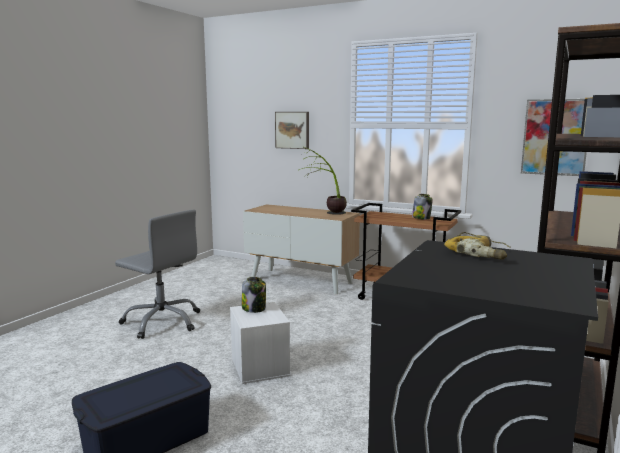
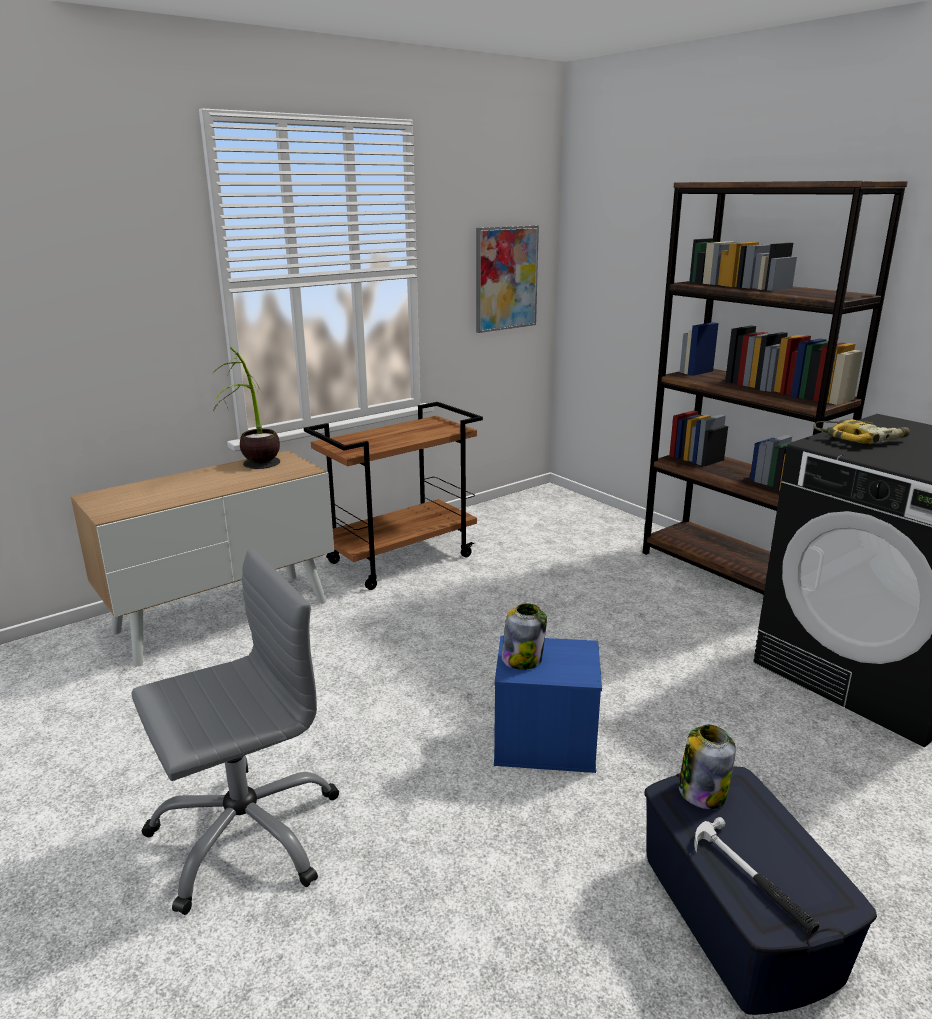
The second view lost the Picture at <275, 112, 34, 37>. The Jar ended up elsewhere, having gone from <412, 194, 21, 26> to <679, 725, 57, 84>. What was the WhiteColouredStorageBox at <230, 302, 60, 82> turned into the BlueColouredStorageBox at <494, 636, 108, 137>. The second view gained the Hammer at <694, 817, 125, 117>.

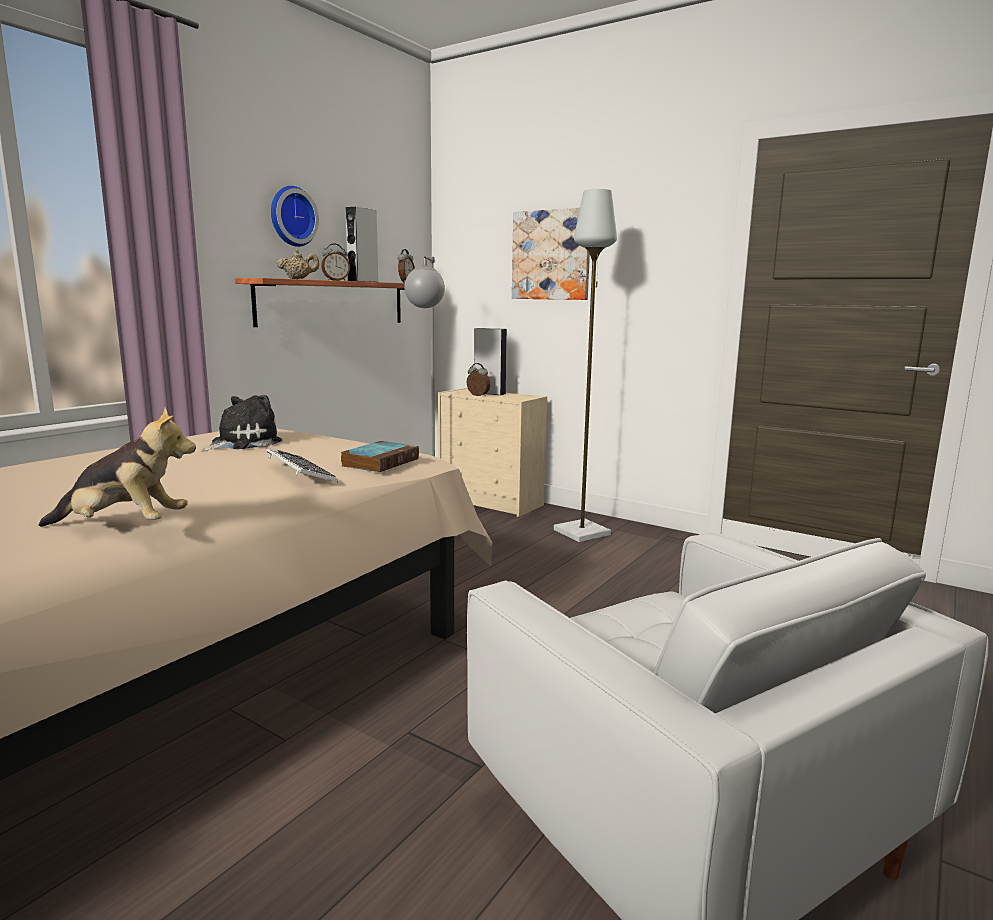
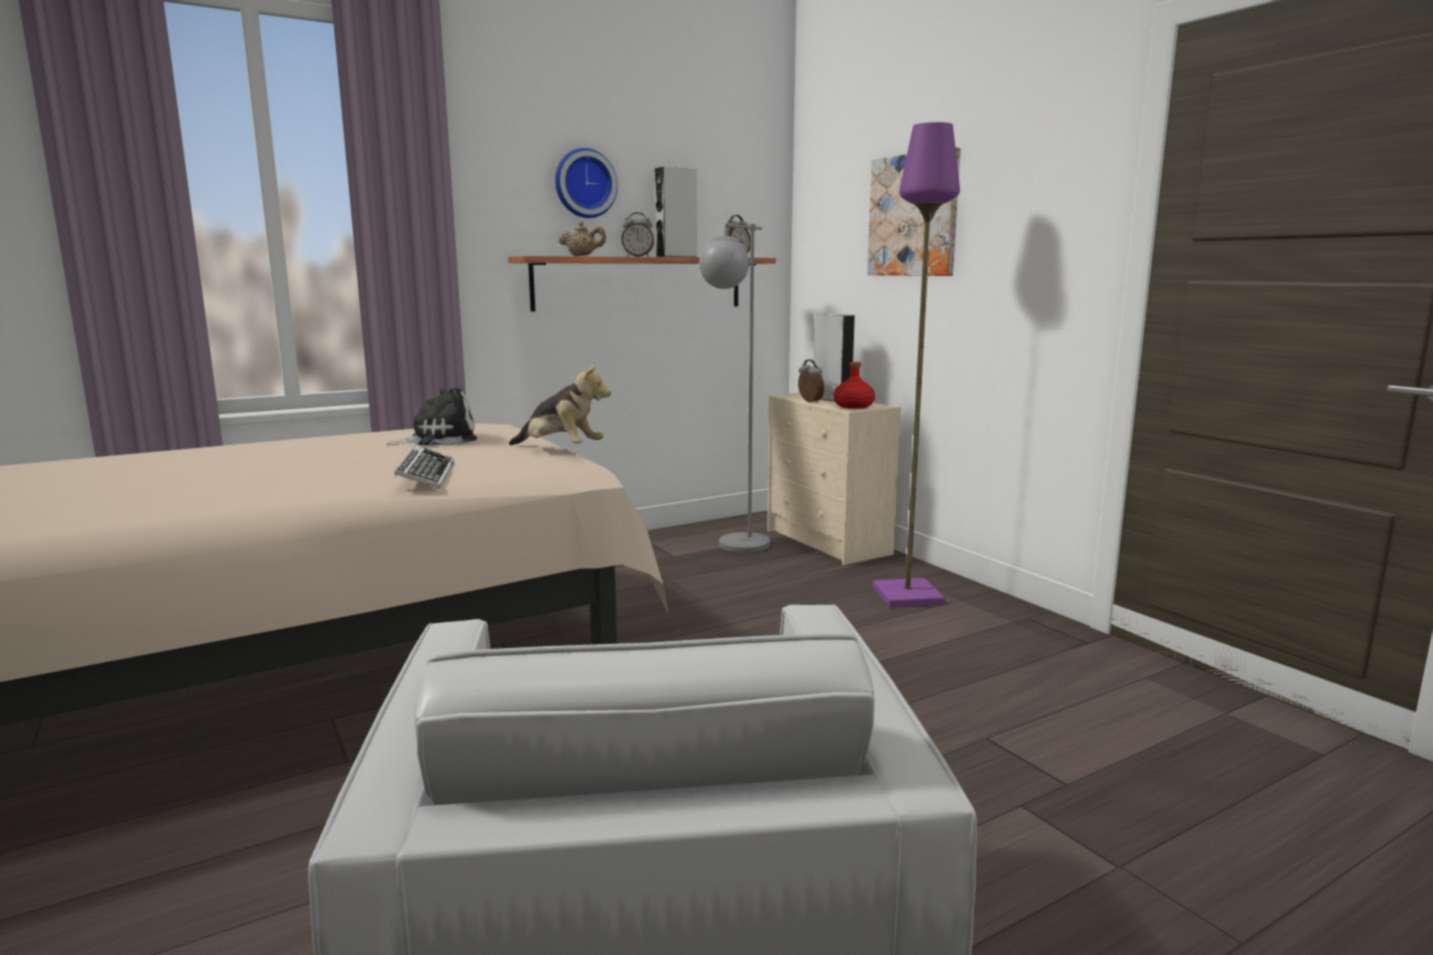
What was the GreyFloorLamp at <554, 189, 63, 353> turned into the PurpleColouredFloorLamp at <872, 122, 88, 486>. The CuddlyToy ended up elsewhere, having gone from <39, 407, 157, 120> to <509, 362, 102, 83>. The second view lost the Volume at <340, 441, 79, 31>. The second view gained the RedColouredBottle at <833, 362, 42, 47>.

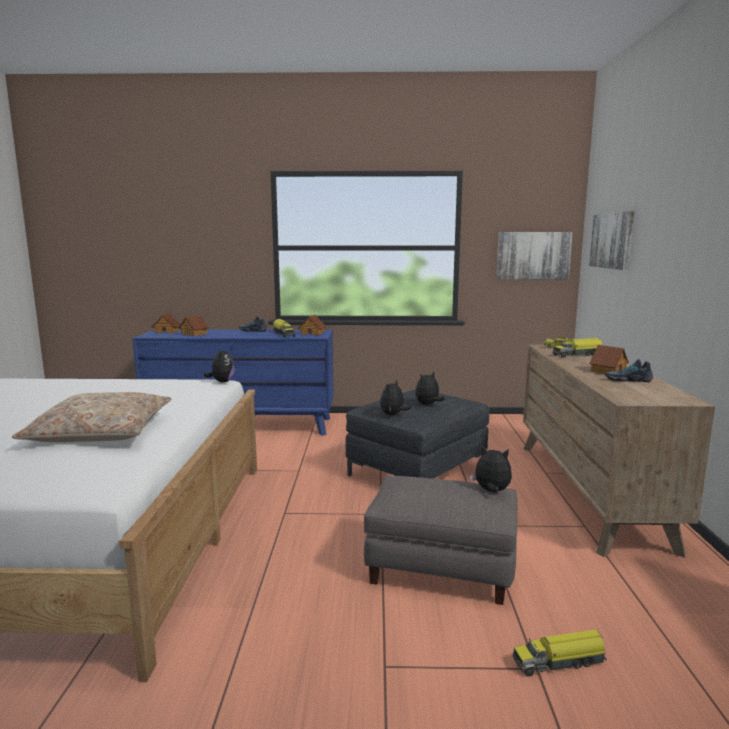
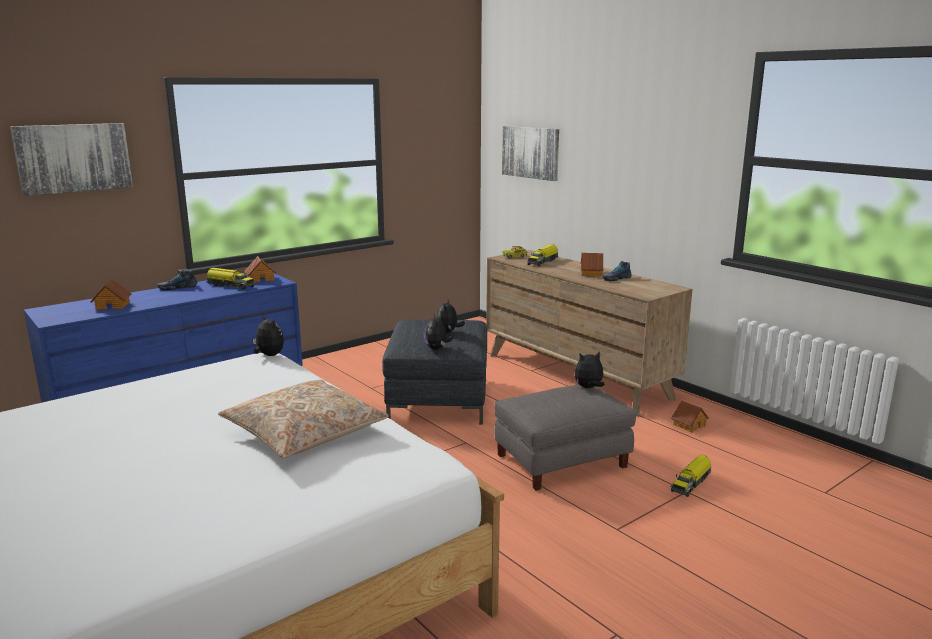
The Picture ended up elsewhere, having gone from <496, 232, 77, 47> to <10, 123, 123, 73>. The ToyHouse ended up elsewhere, having gone from <152, 313, 29, 20> to <671, 400, 38, 33>.

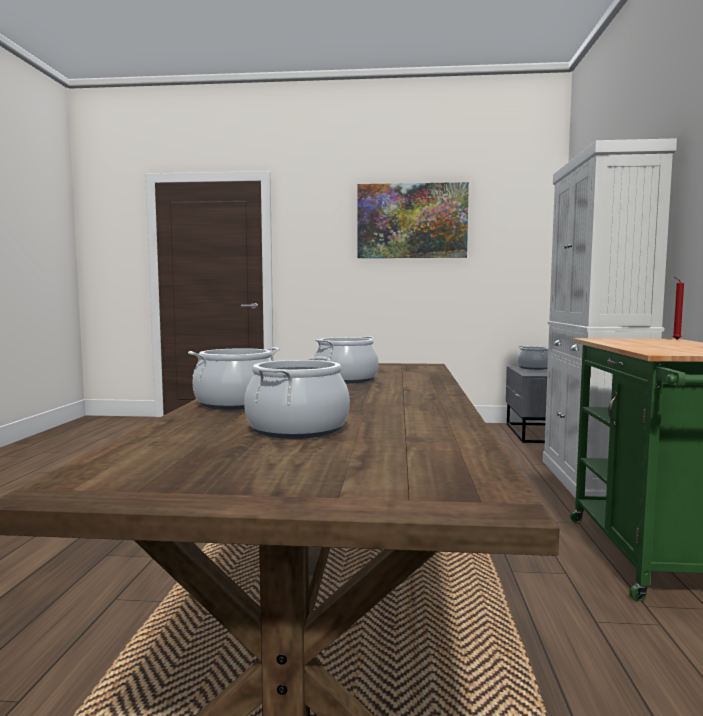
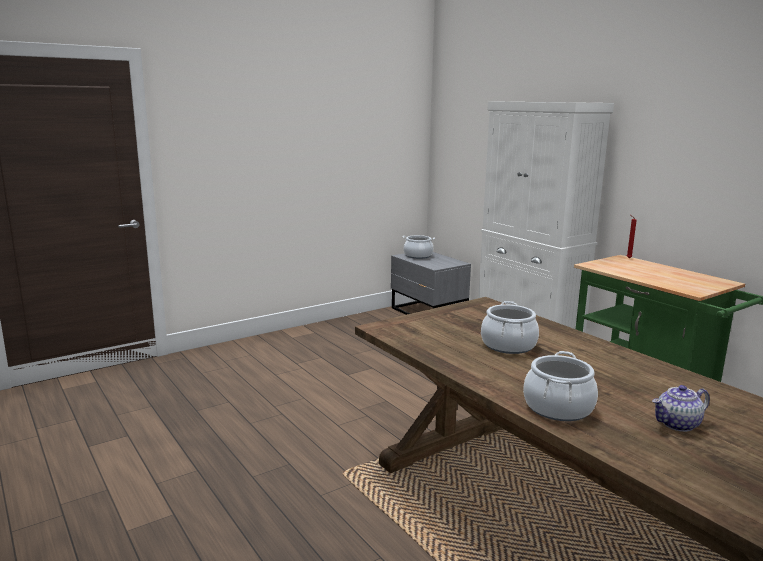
The second view lost the Picture at <357, 182, 112, 76>. Where the Saucepot stood at <244, 357, 106, 82>, the PotForTea came to stand at <652, 385, 58, 47>.

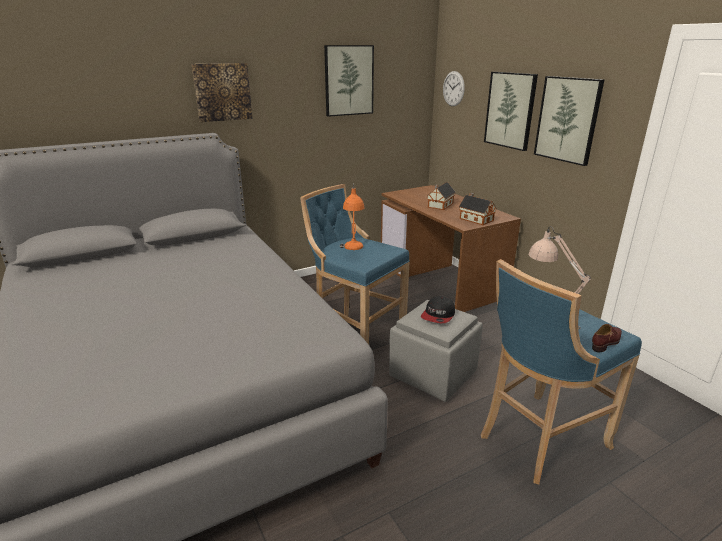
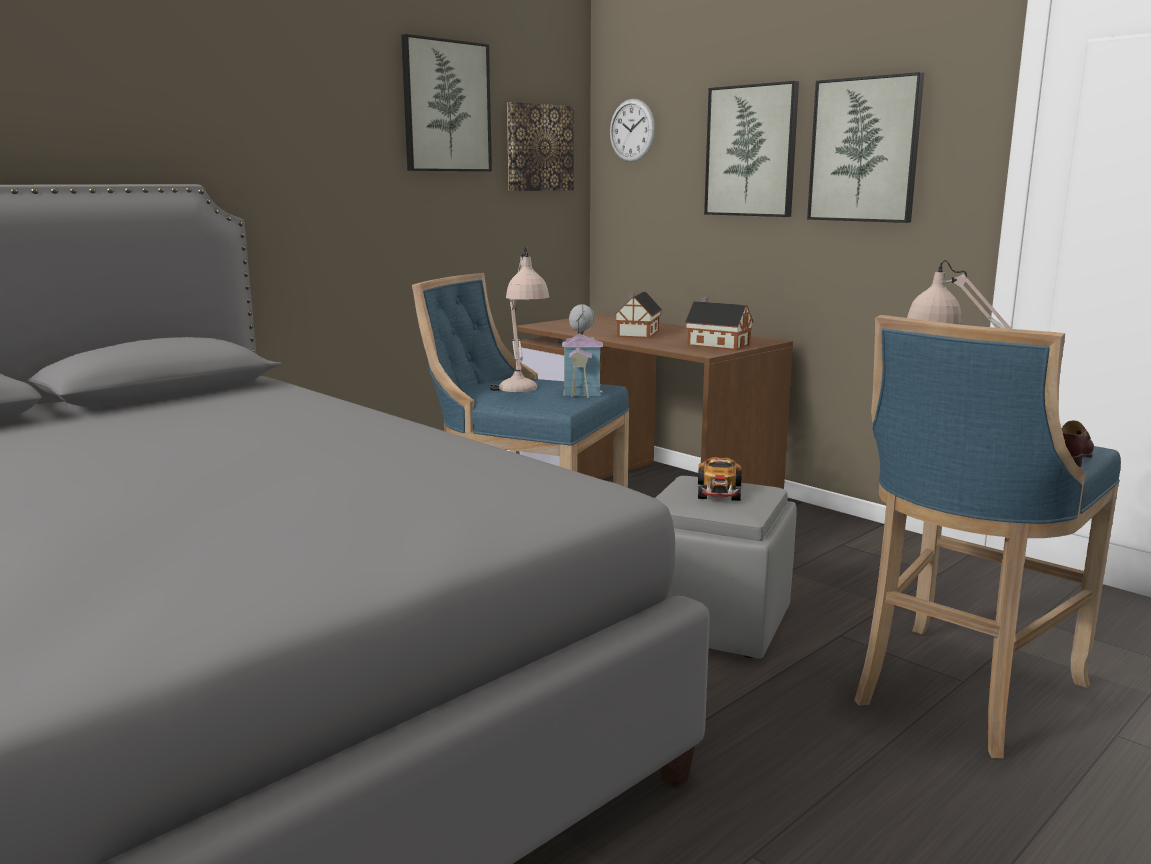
The Picture ended up elsewhere, having gone from <192, 63, 60, 59> to <507, 102, 67, 89>. What was the OrangeLampForATable at <340, 183, 25, 67> turned into the BeigeLampForATable at <490, 247, 59, 145>. Where the BaseballCap stood at <421, 296, 34, 27>, the MiniatureCar came to stand at <698, 457, 44, 44>. The second view gained the ToyHouse at <562, 304, 41, 94>.

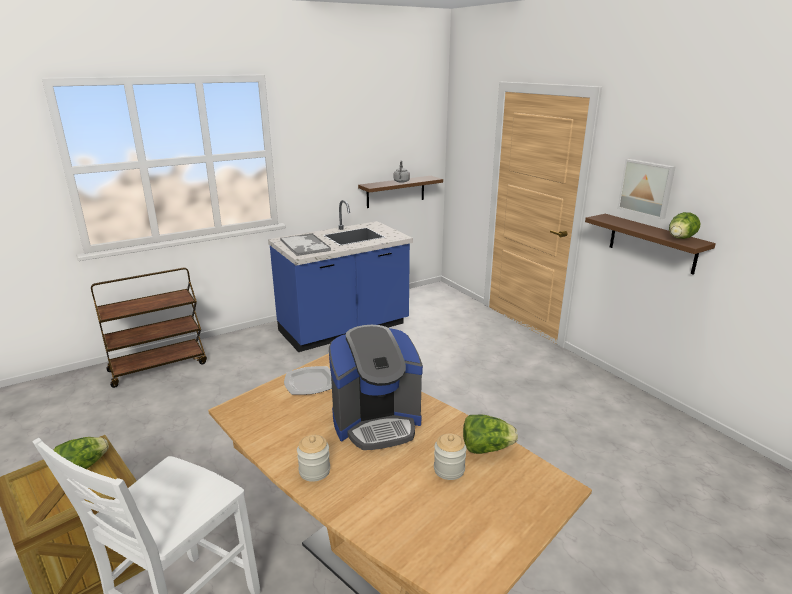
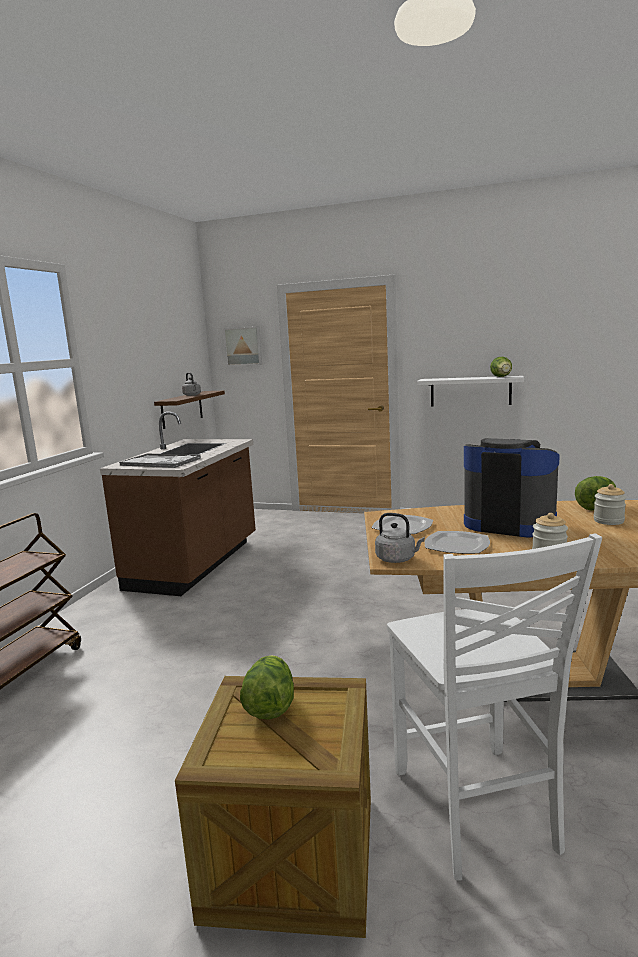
The Picture ended up elsewhere, having gone from <618, 159, 57, 60> to <223, 326, 39, 40>. What was the BlueColouredKitchenCounter at <268, 200, 145, 152> turned into the BrownColouredKitchenCounter at <100, 412, 156, 184>. What was the BrownColouredWallShelf at <585, 214, 131, 61> turned into the WhiteColouredWallShelf at <417, 376, 107, 30>. The CoffeeBrewer at <329, 325, 94, 125> ended up facing another way, 90 degrees counterclockwise from before. The second view gained the GreyTeaKettle at <375, 513, 50, 50>. The second view gained the DinnerPlate at <425, 531, 65, 23>.

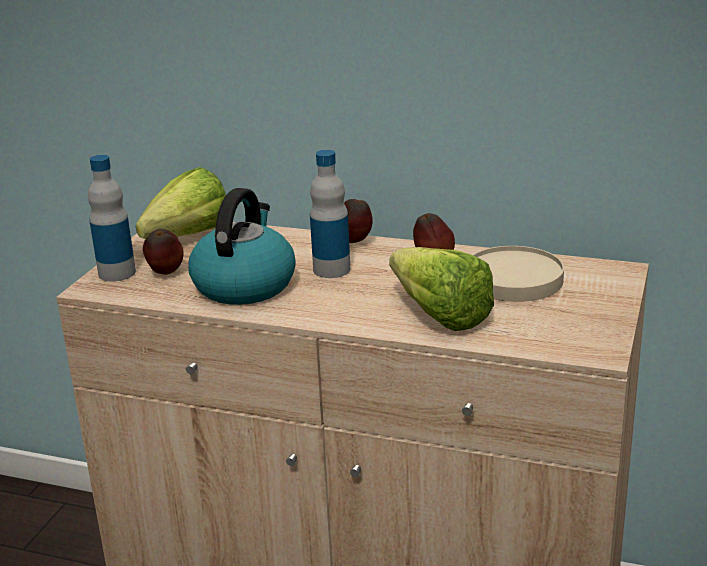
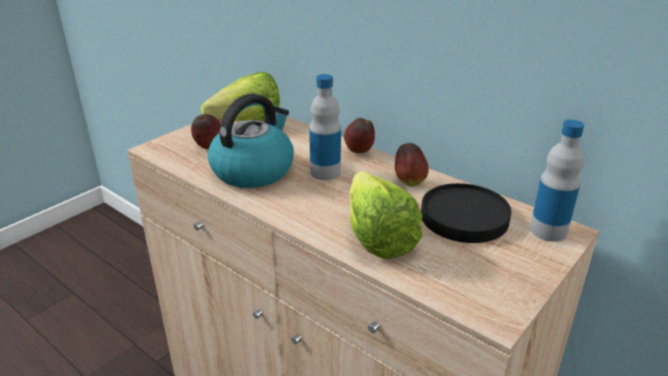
The Bottle ended up elsewhere, having gone from <88, 155, 48, 127> to <530, 119, 54, 123>. What was the BeigeDinnerPlate at <473, 246, 91, 56> turned into the BlackColouredDinnerPlate at <421, 183, 90, 60>.

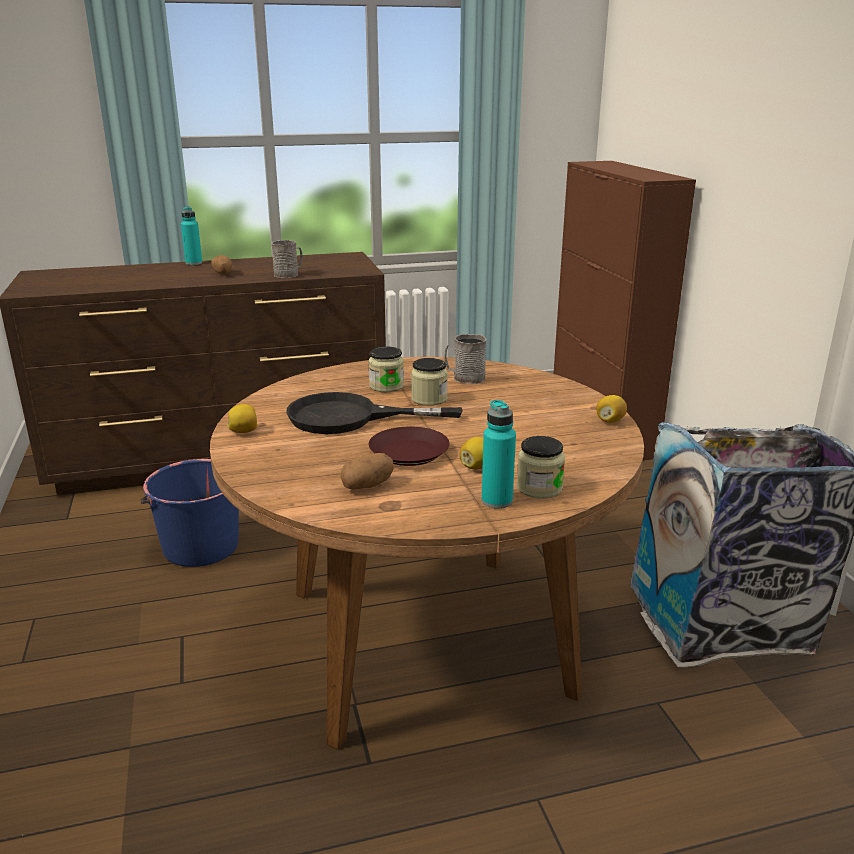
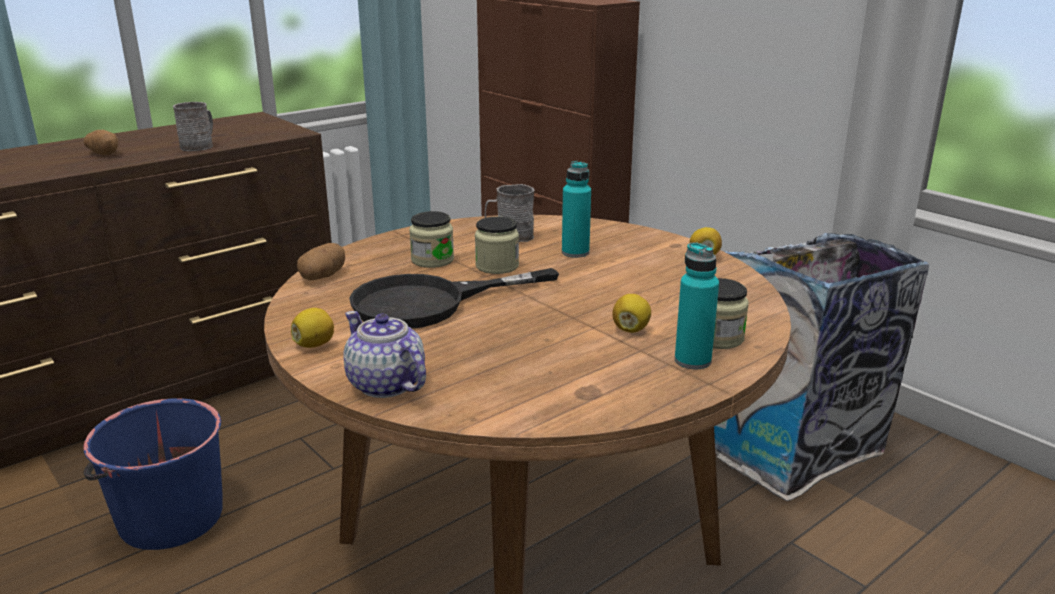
The TurquoiseBottle ended up elsewhere, having gone from <181, 207, 21, 58> to <562, 161, 29, 97>. The second view lost the BrownColouredDinnerPlate at <369, 427, 81, 39>. The Potato ended up elsewhere, having gone from <341, 453, 53, 37> to <297, 243, 48, 37>. The second view gained the PotForTea at <344, 311, 82, 87>.

